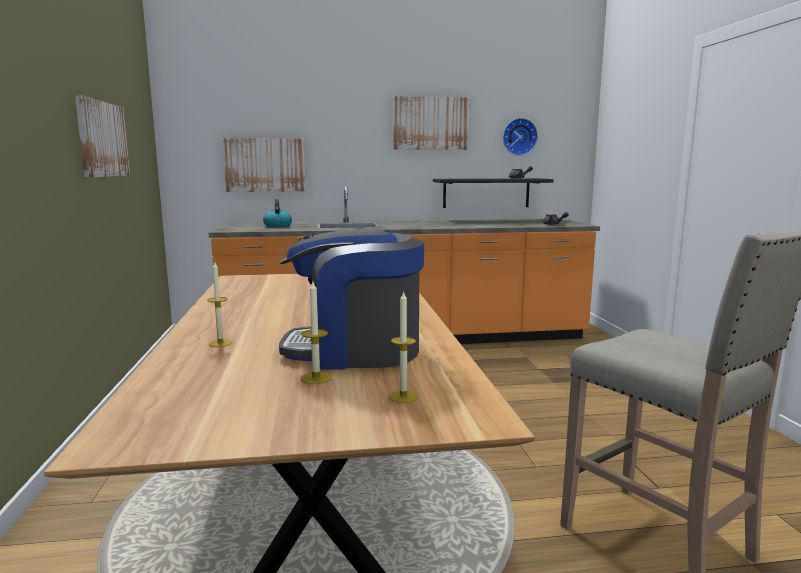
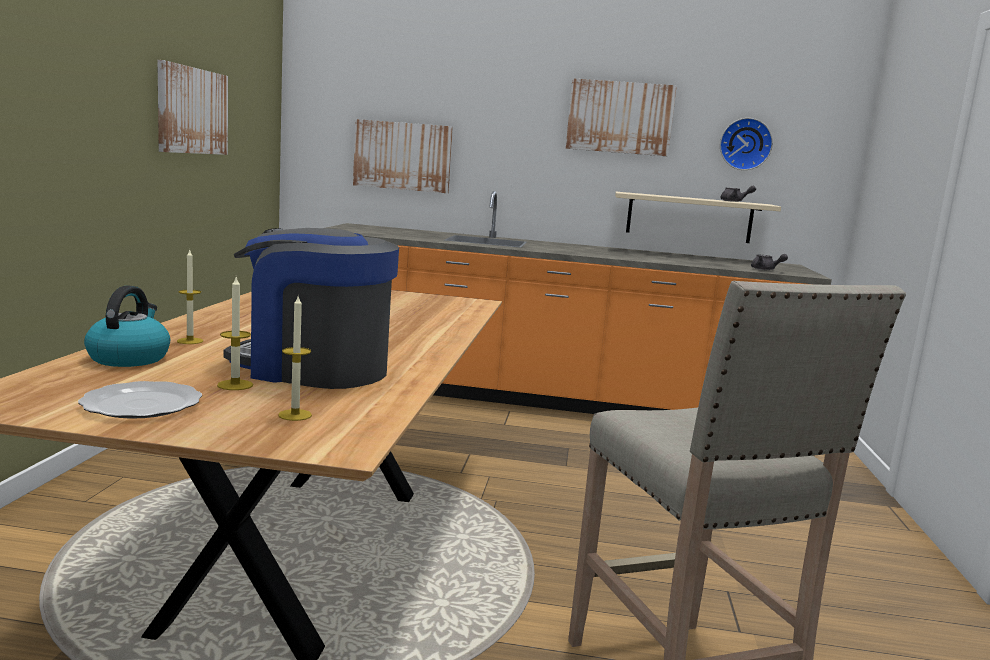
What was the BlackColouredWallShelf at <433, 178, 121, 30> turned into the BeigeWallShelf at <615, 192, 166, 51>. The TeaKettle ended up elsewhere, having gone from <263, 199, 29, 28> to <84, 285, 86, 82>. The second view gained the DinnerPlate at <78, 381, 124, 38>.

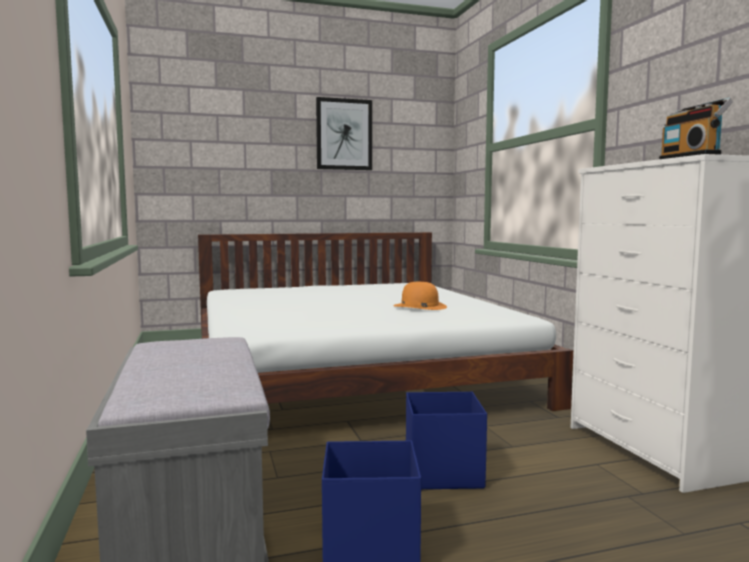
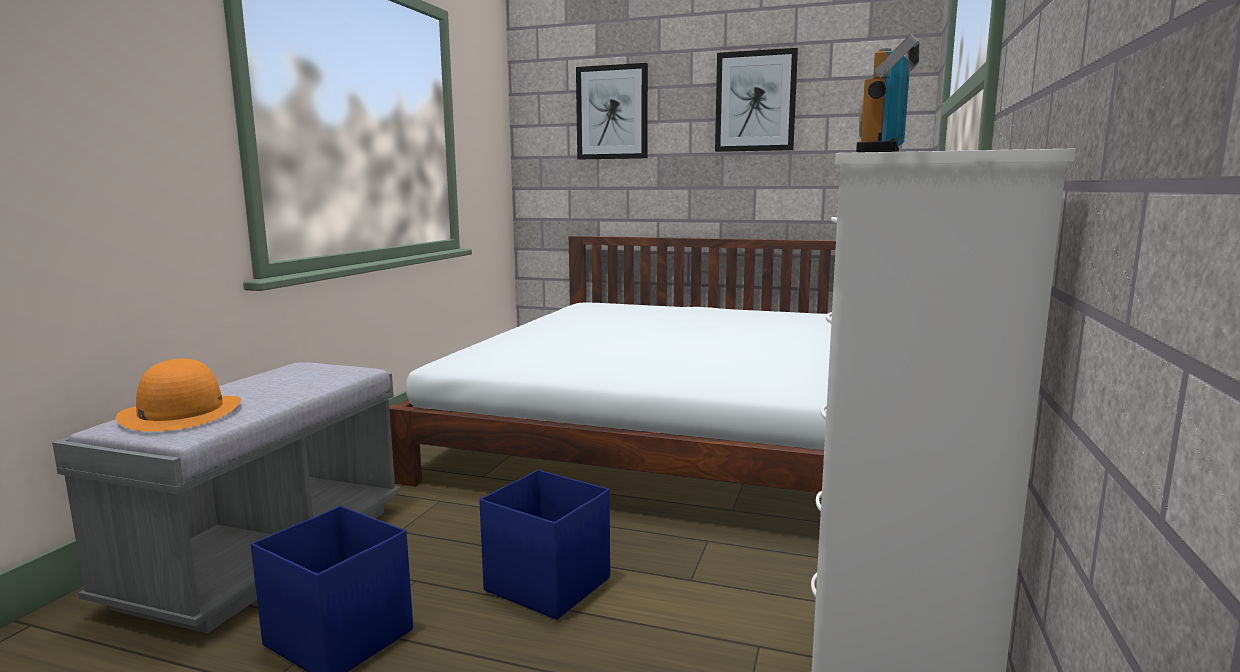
The OrangeHat ended up elsewhere, having gone from <393, 282, 54, 28> to <116, 359, 125, 73>. The second view gained the Picture at <576, 63, 72, 96>.

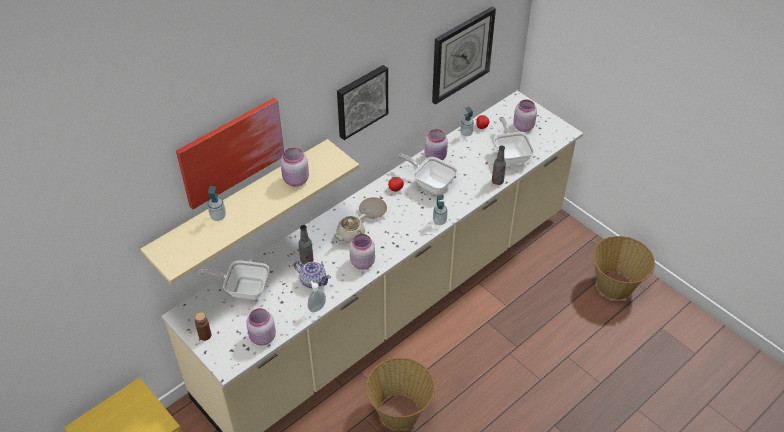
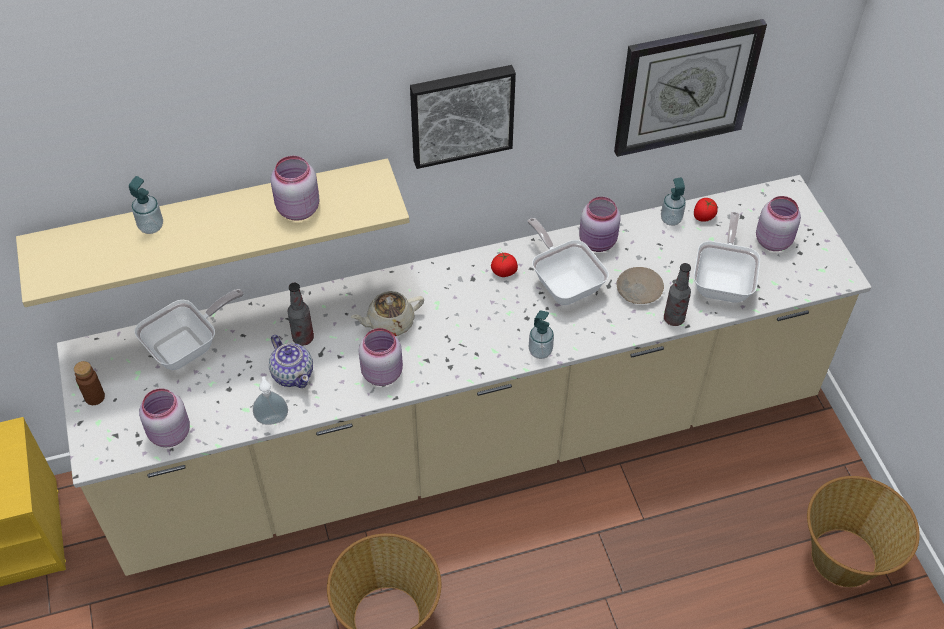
The second view lost the Picture at <176, 98, 108, 111>. The BeigeDinnerPlate ended up elsewhere, having gone from <359, 197, 28, 22> to <617, 267, 47, 37>. The FryingPan at <198, 260, 71, 40> ended up facing another way, 105 degrees clockwise from before.

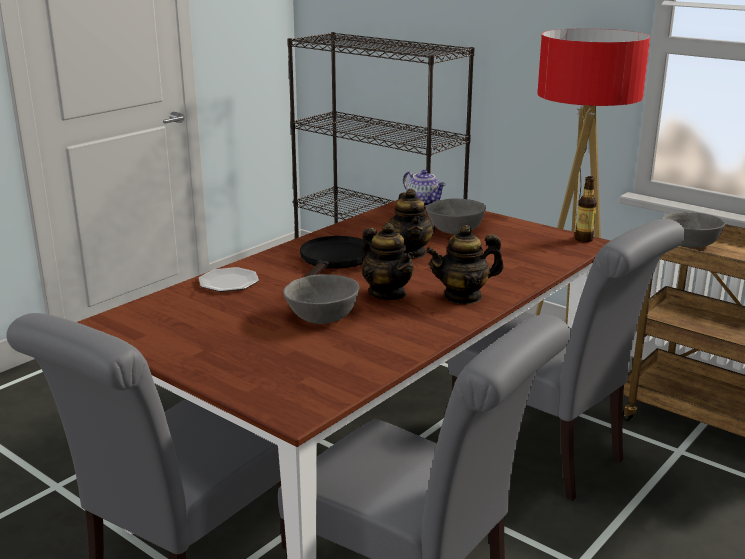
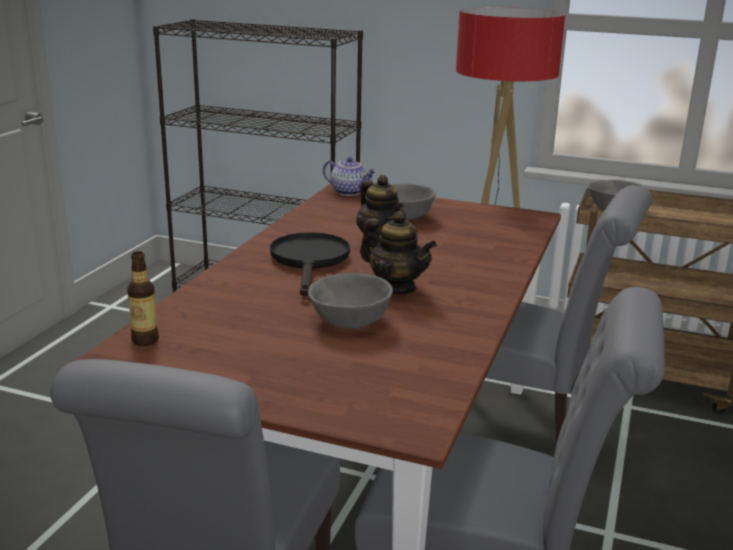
The Bottle ended up elsewhere, having gone from <575, 176, 22, 66> to <127, 251, 32, 95>. The second view lost the PotForTea at <426, 225, 78, 79>. The second view lost the DinnerPlate at <199, 267, 60, 25>.

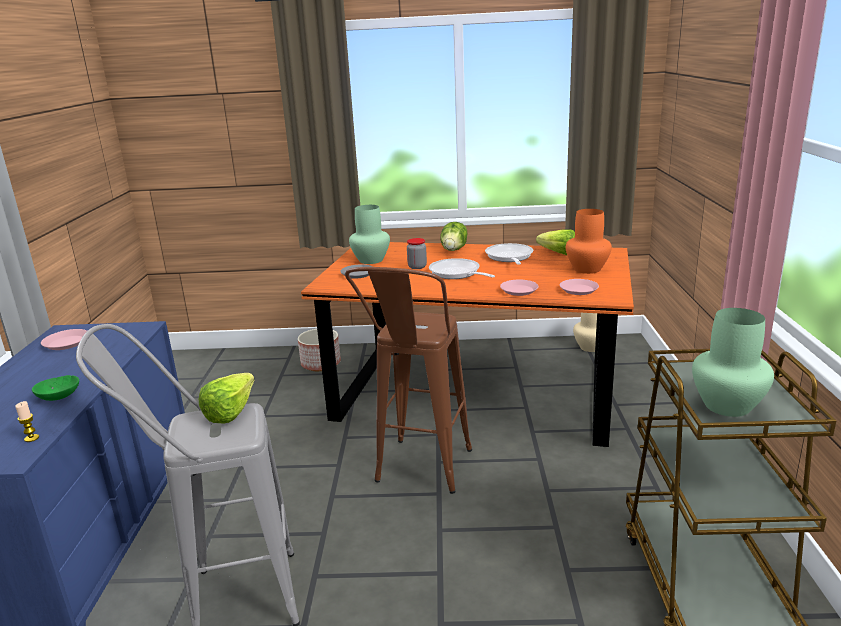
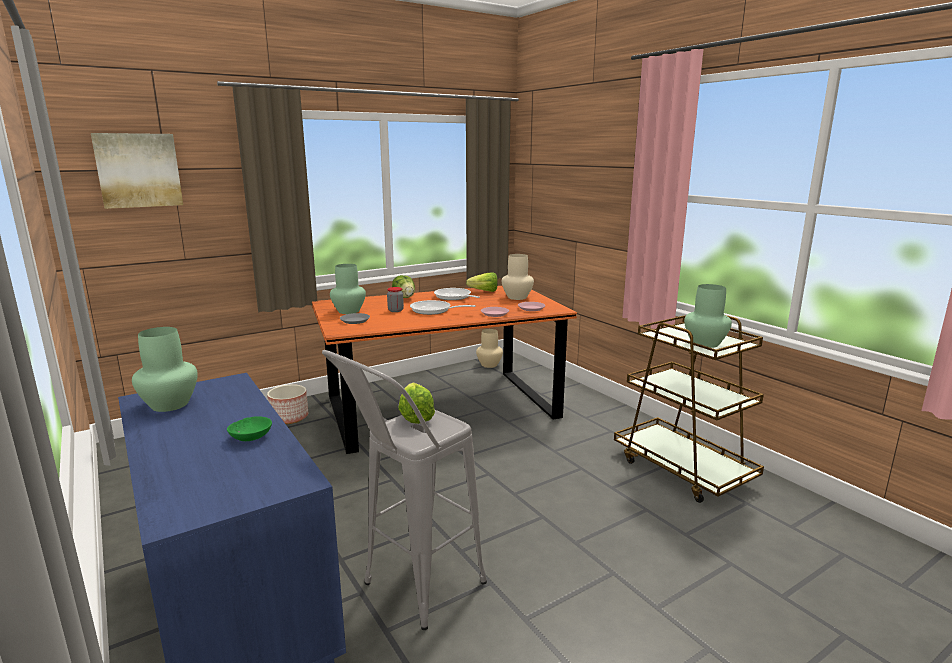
What was the OrangeVase at <566, 209, 46, 65> turned into the BeigeVase at <502, 254, 32, 46>. The second view lost the BrownColouredStool at <345, 267, 127, 227>. Where the PinkishDinnerPlate stood at <41, 329, 46, 21>, the GreenColouredVase came to stand at <132, 327, 66, 85>. The second view lost the WaxLight at <15, 401, 24, 41>. The second view gained the Picture at <91, 133, 92, 76>.

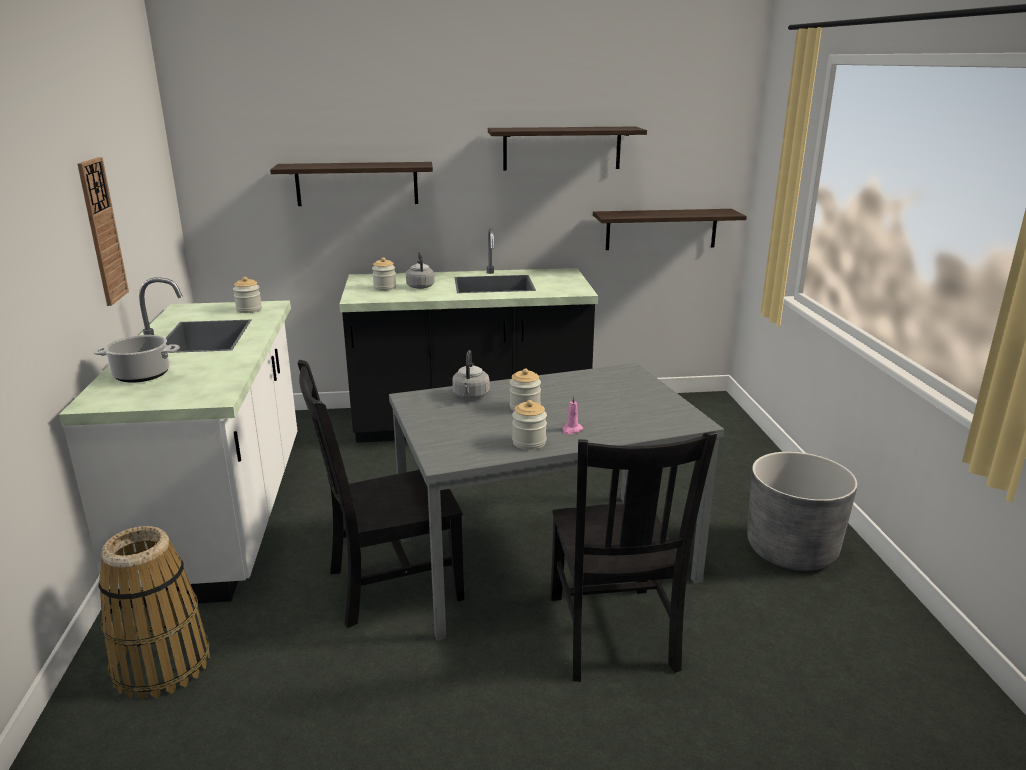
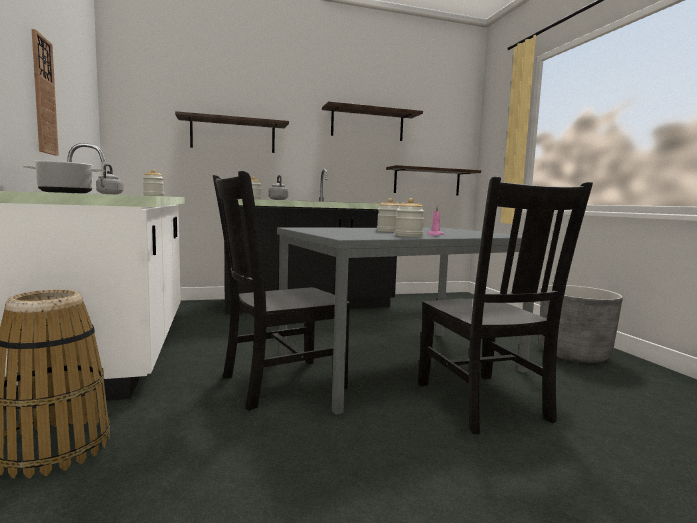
The GreyTeaKettle ended up elsewhere, having gone from <452, 350, 38, 49> to <96, 164, 27, 30>.

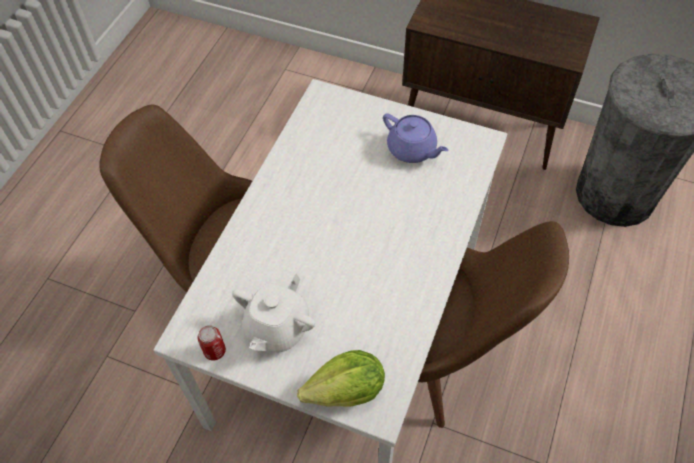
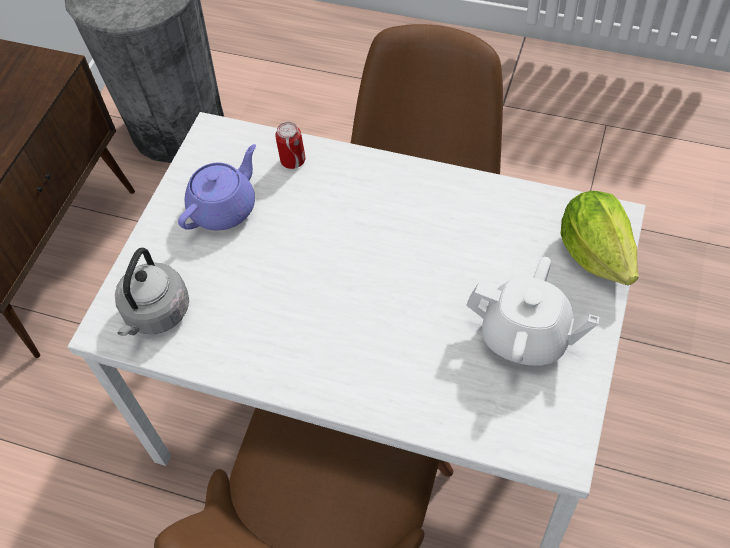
The Can ended up elsewhere, having gone from <198, 325, 28, 35> to <275, 122, 30, 47>. The second view gained the GreyTeaKettle at <115, 248, 74, 88>.

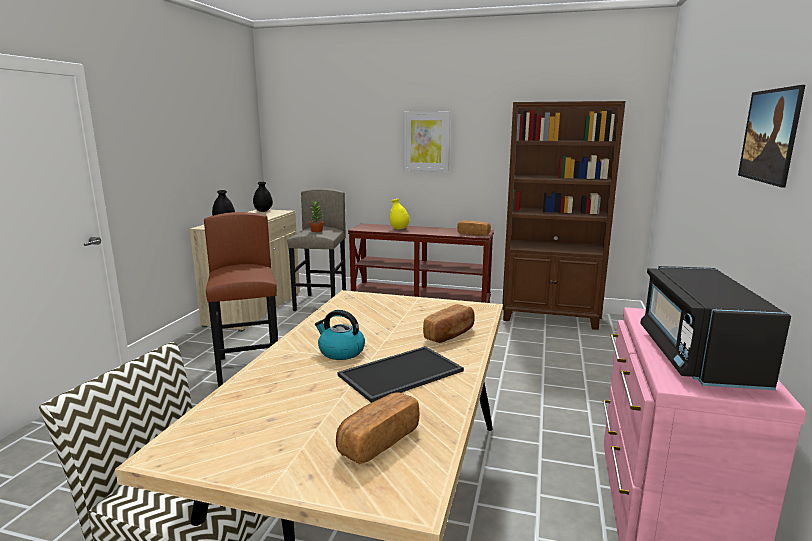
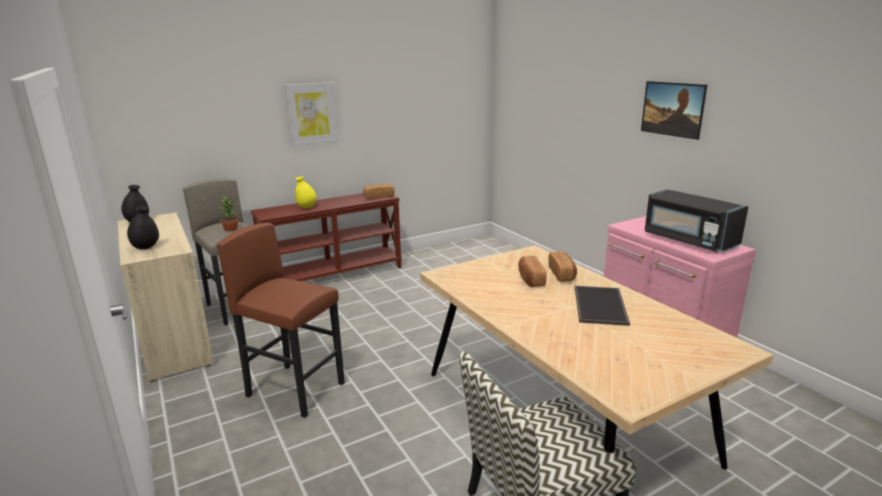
The second view lost the BrownColouredShelvingUnit at <502, 101, 123, 229>. The second view lost the TeaKettle at <315, 310, 50, 50>. The BakeryBread ended up elsewhere, having gone from <336, 392, 83, 72> to <518, 256, 28, 31>.

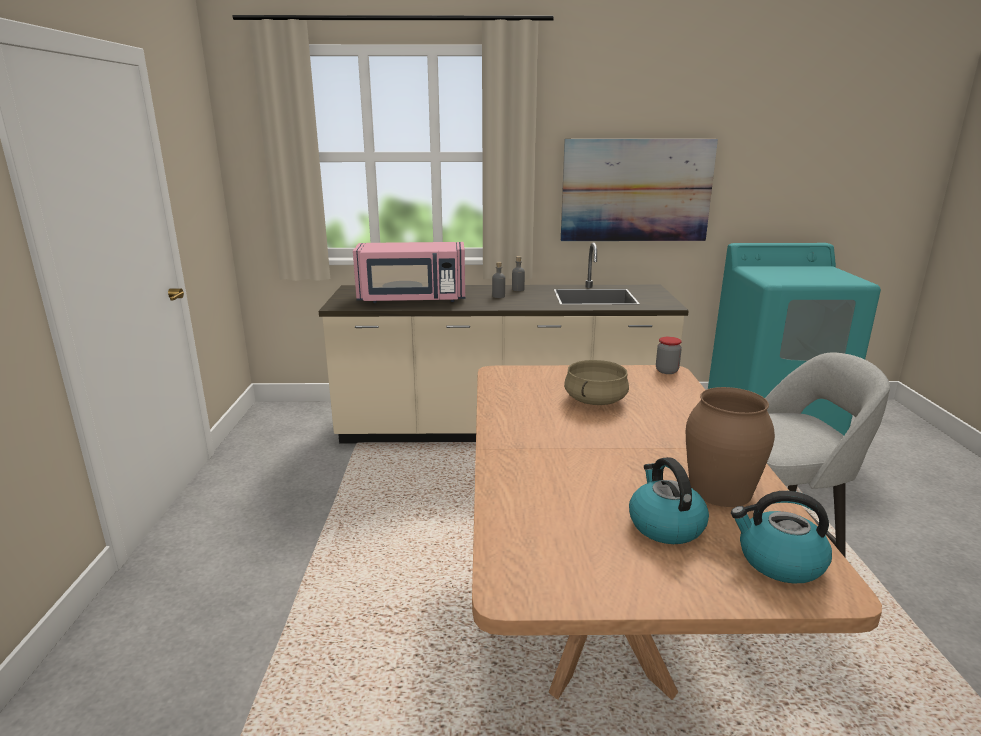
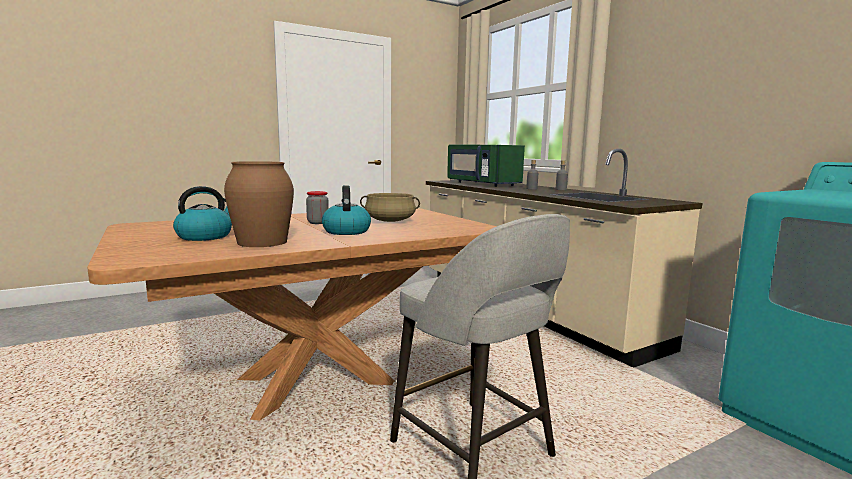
The second view lost the Picture at <561, 139, 157, 102>. What was the PinkishMicrowave at <353, 242, 112, 61> turned into the GreenColouredMicrowave at <447, 145, 78, 42>. The Jar ended up elsewhere, having gone from <656, 337, 26, 37> to <306, 191, 23, 33>. The TeaKettle ended up elsewhere, having gone from <731, 491, 101, 93> to <322, 185, 49, 50>.

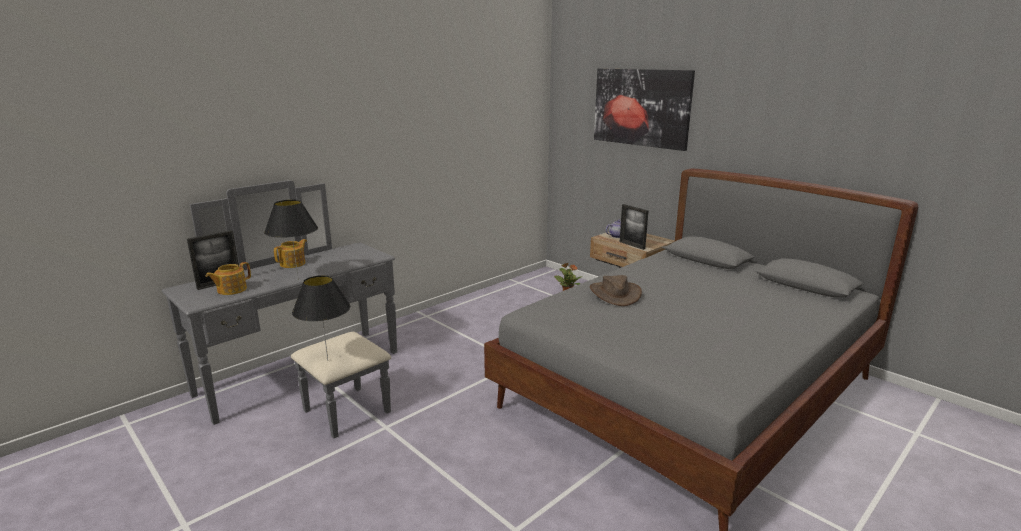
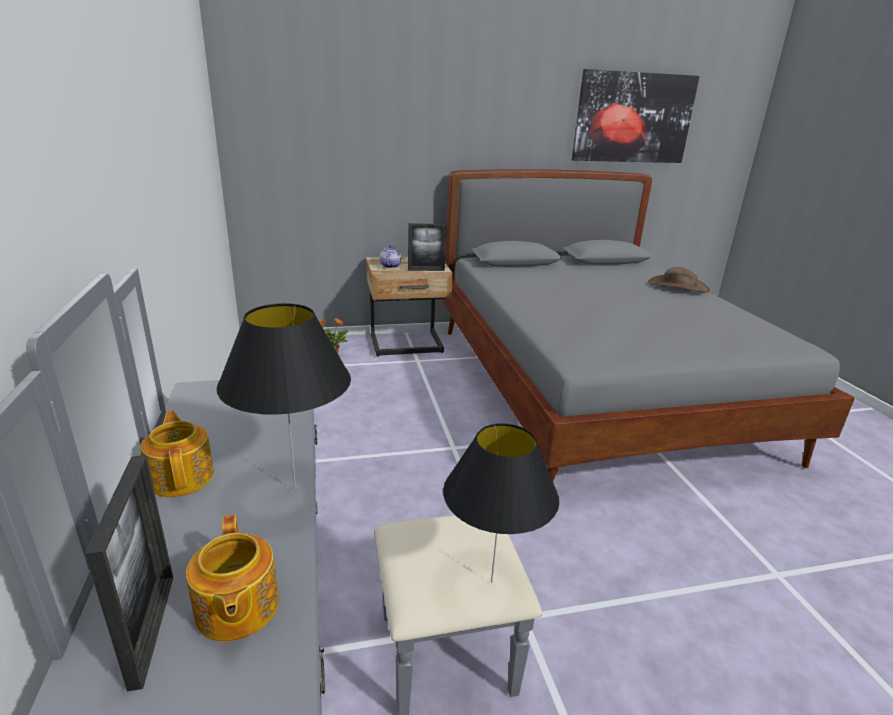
The Picture ended up elsewhere, having gone from <594, 68, 101, 83> to <572, 69, 128, 94>. The BrownColouredHat ended up elsewhere, having gone from <590, 275, 52, 31> to <648, 267, 62, 26>.

